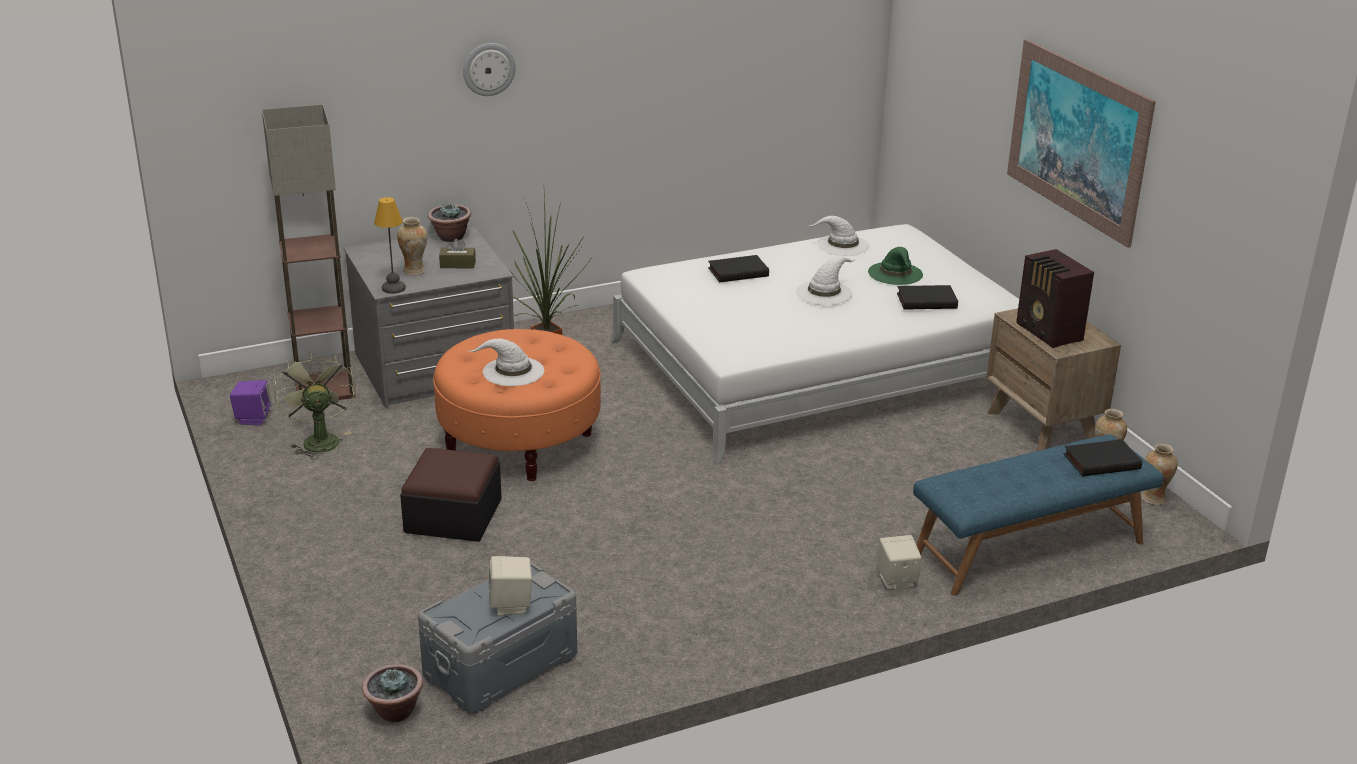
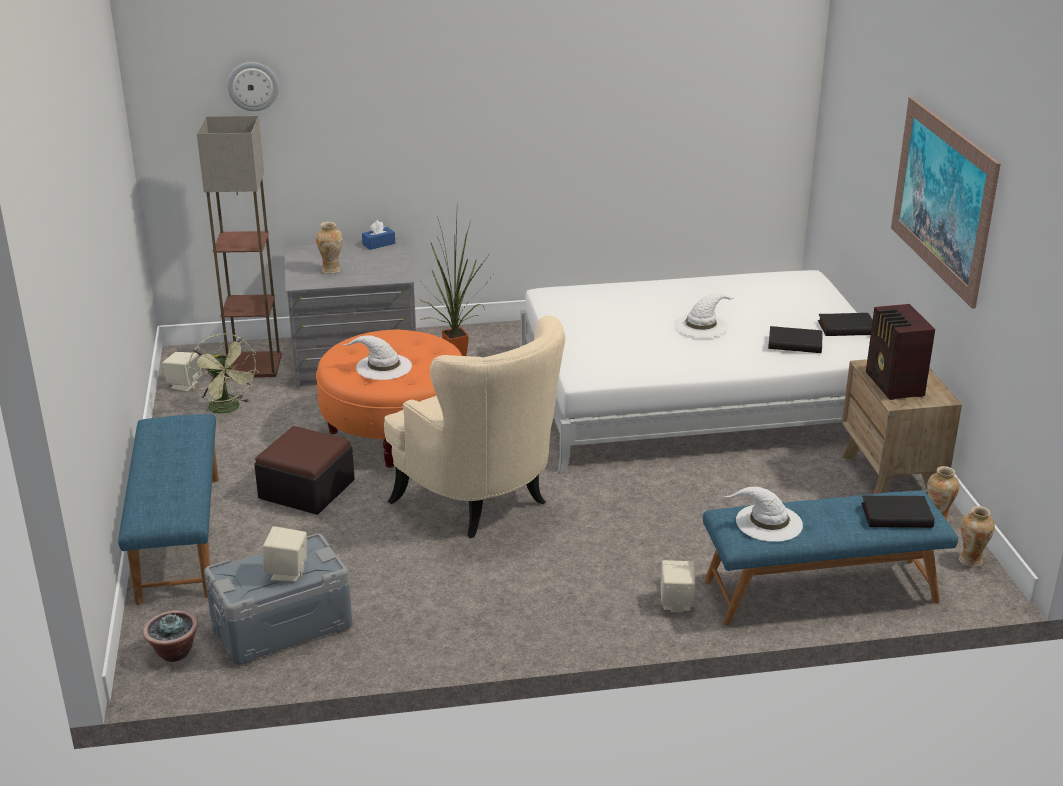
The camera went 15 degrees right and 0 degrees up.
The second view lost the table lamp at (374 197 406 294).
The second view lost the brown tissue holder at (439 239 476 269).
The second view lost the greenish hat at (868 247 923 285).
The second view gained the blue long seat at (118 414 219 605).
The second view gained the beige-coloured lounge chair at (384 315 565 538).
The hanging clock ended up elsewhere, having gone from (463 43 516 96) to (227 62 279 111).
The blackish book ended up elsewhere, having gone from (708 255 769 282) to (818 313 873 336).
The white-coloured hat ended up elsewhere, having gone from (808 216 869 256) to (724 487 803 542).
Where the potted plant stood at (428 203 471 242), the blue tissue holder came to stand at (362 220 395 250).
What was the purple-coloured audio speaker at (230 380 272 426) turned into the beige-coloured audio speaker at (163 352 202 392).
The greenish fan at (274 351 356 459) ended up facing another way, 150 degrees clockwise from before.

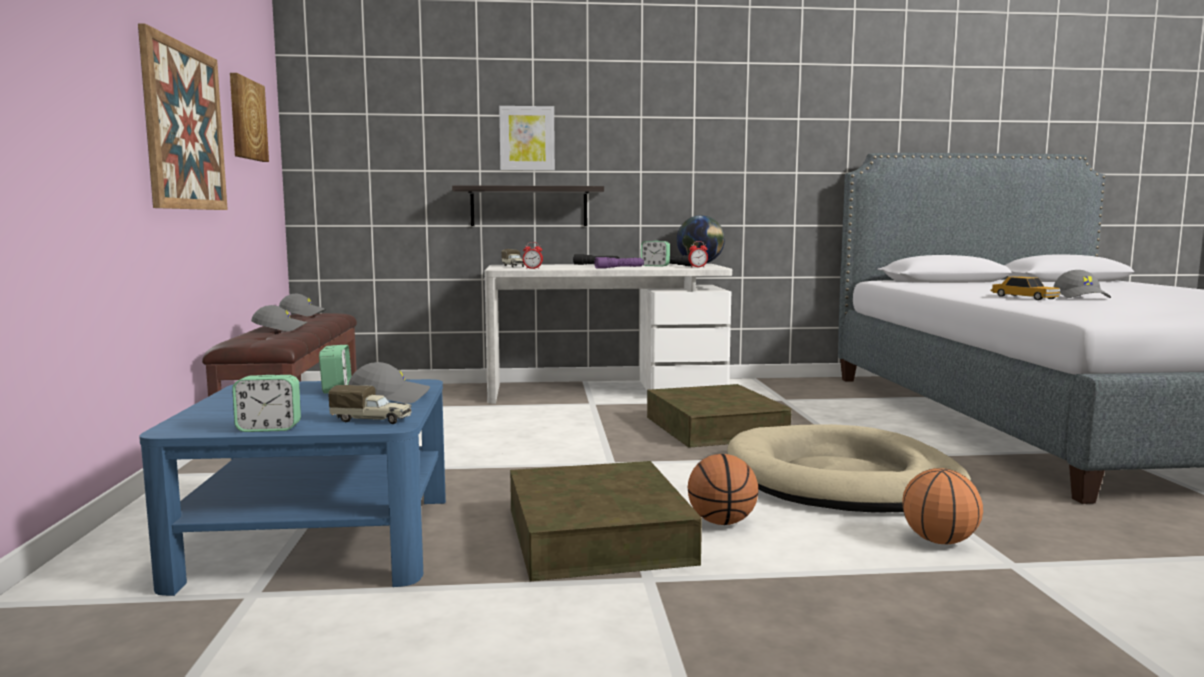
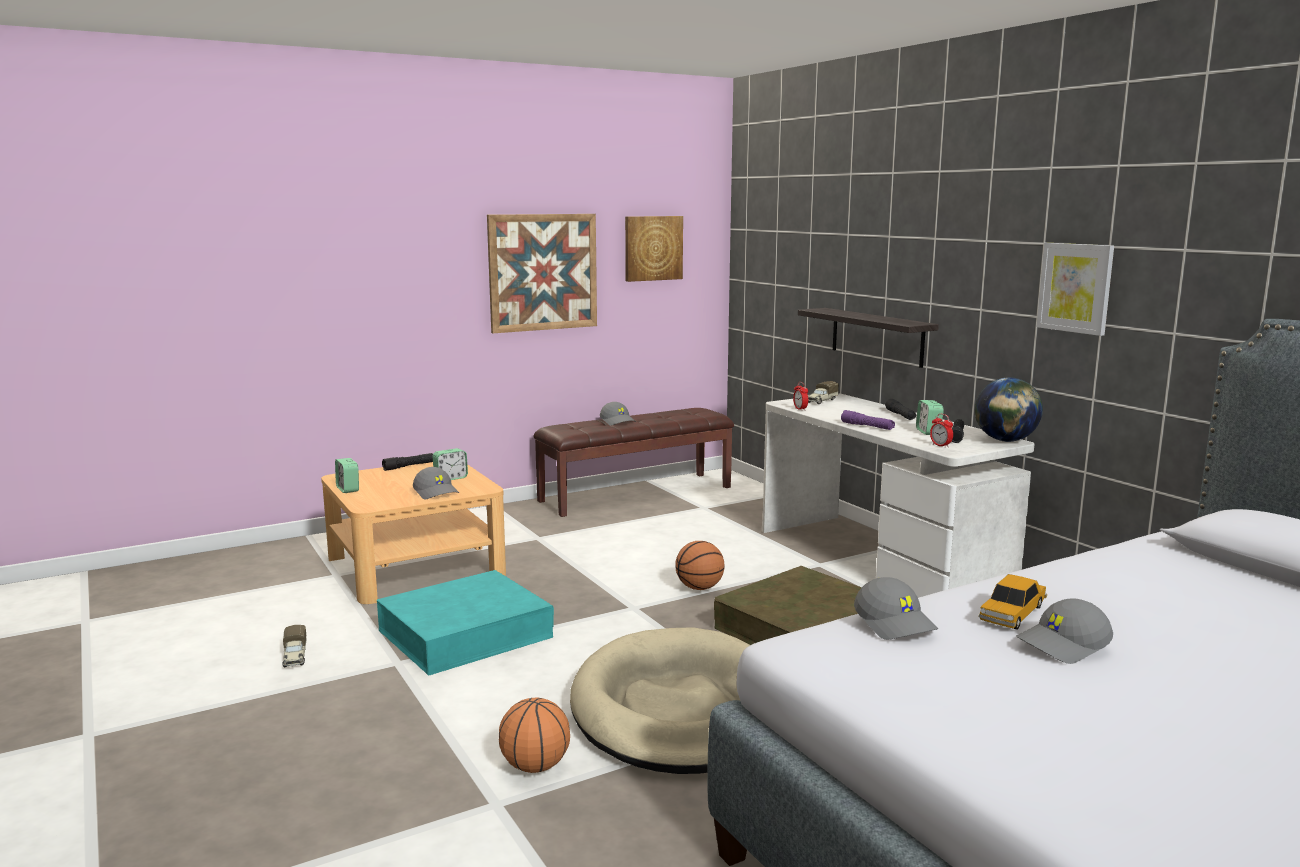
The camera went 65 degrees right and 5 degrees up.
The second view gained the blackish torch at (382 453 433 471).
The gray cap ended up elsewhere, having gone from (279 294 326 316) to (854 577 939 640).
The model truck ended up elsewhere, having gone from (328 385 412 424) to (283 625 307 667).
The wall art ended up elsewhere, having gone from (499 106 555 171) to (1037 243 1114 336).
The basketball ended up elsewhere, having gone from (688 454 759 525) to (675 541 725 590).
What was the blue coffee table at (139 379 446 596) turned into the beige-coloured coffee table at (321 462 506 604).
What was the brown storage box at (510 461 702 581) turned into the blue-green storage box at (377 570 554 675).

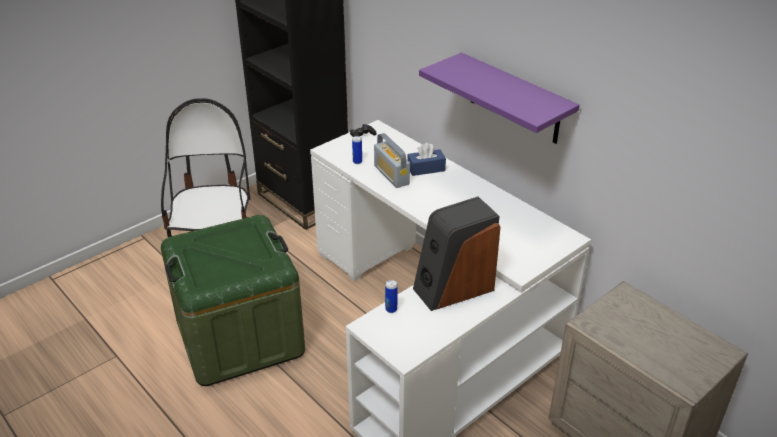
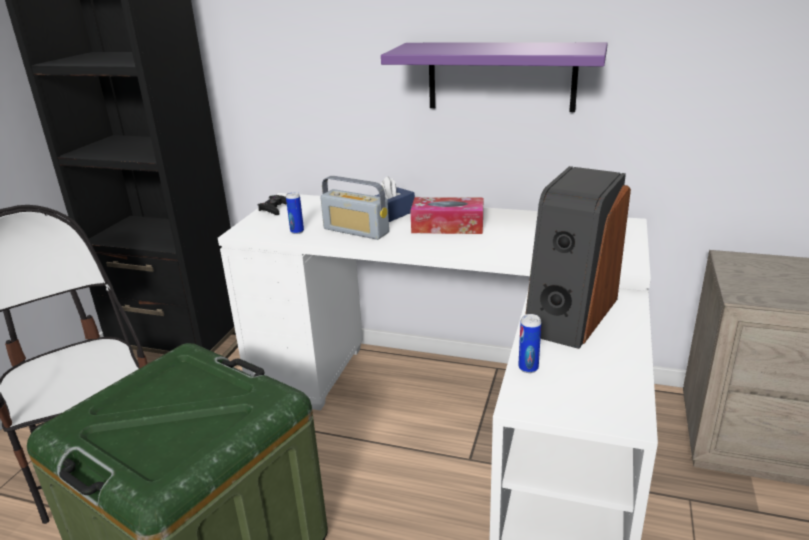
The camera went 30 degrees left and 10 degrees down.
The second view gained the tissue holder at (410 197 483 234).

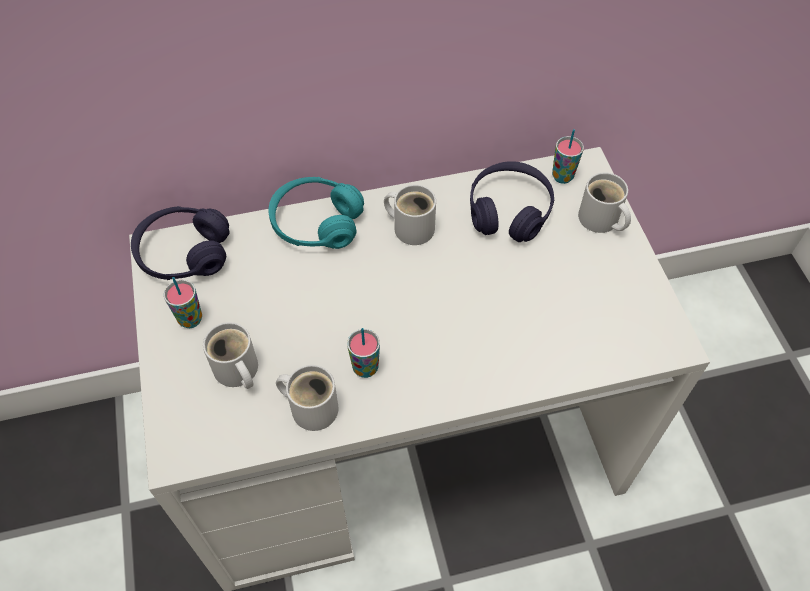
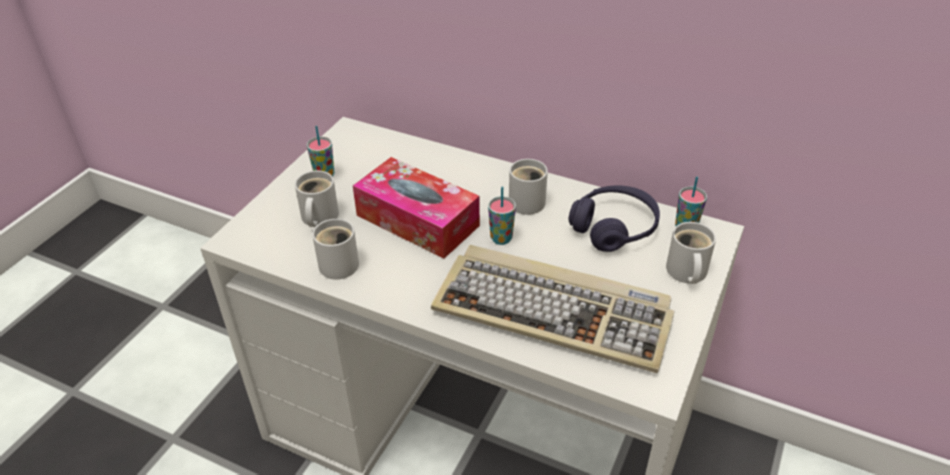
The camera went 40 degrees right and 15 degrees down.
The second view lost the purple-coloured headphones at (131 206 230 280).
The second view lost the blue-green headphones at (269 177 364 249).
The second view gained the tissue holder at (353 157 480 258).
The second view gained the computer keyboard at (431 245 674 373).
The small cup ended up elsewhere, having gone from (347 328 380 378) to (488 186 516 245).

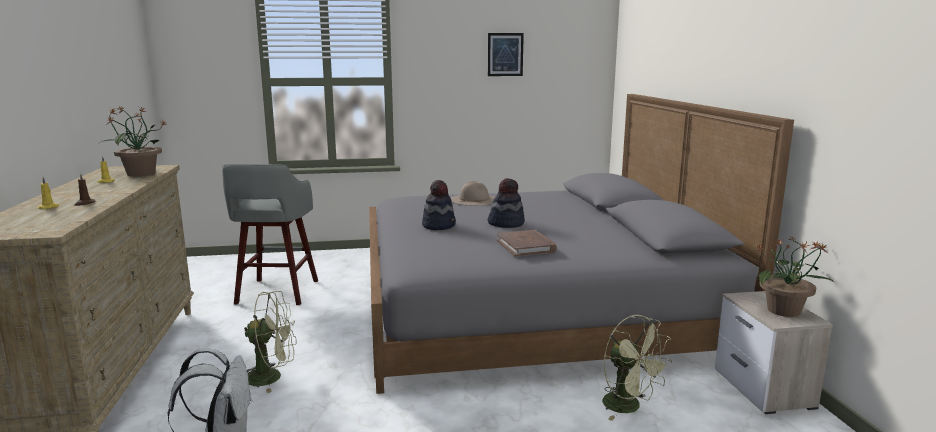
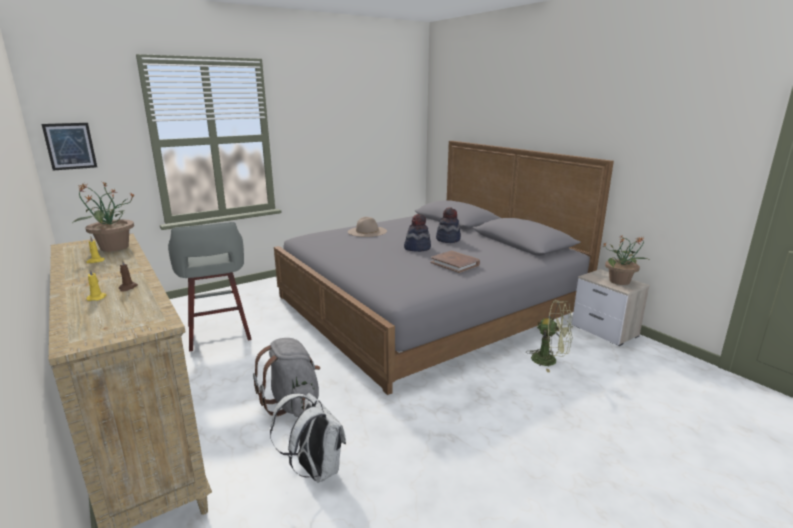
The camera went 25 degrees left and 5 degrees up.
The hat ended up elsewhere, having gone from (422 180 456 230) to (436 207 461 243).
The wall art ended up elsewhere, having gone from (488 33 524 76) to (42 123 97 171).
Where the greenish fan stood at (244 291 297 393), the gray rucksack came to stand at (253 338 320 417).

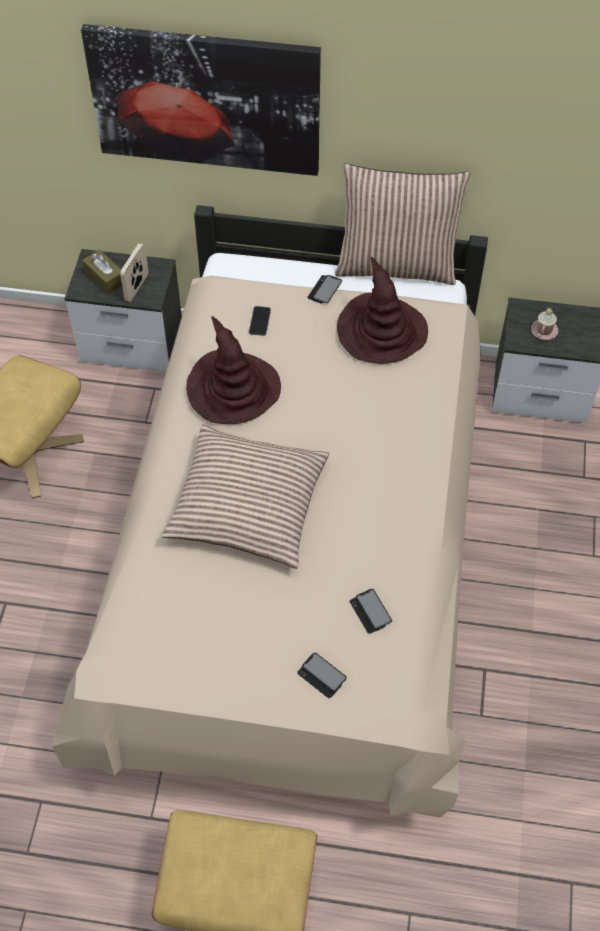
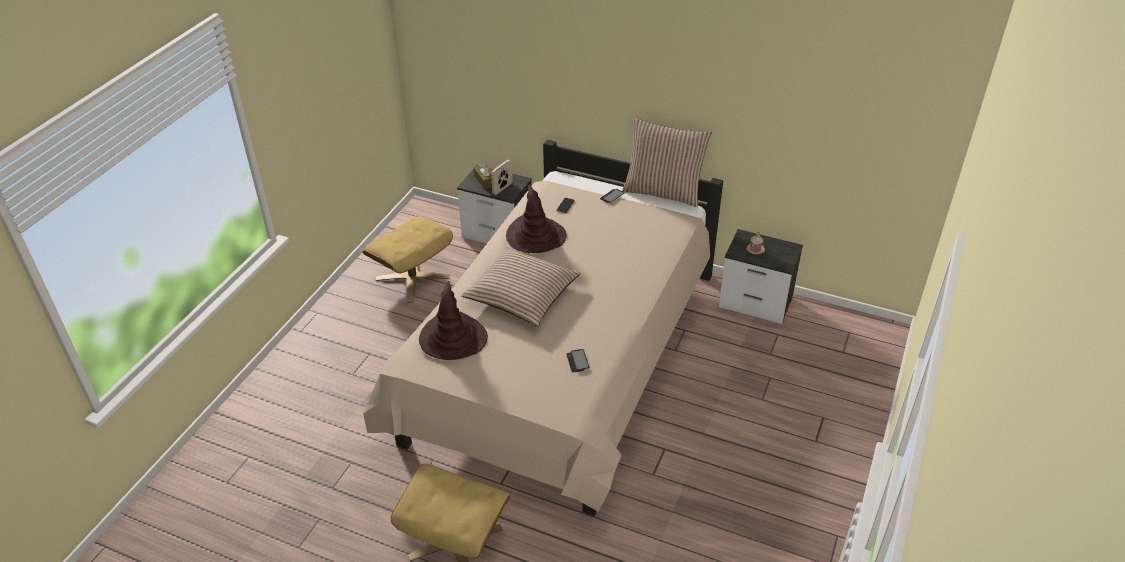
The camera went 15 degrees right and 15 degrees down.
The second view lost the wall art at (81 24 321 176).
The second view lost the phone at (297 652 347 698).
The brown hat ended up elsewhere, having gone from (337 257 428 364) to (419 281 488 360).

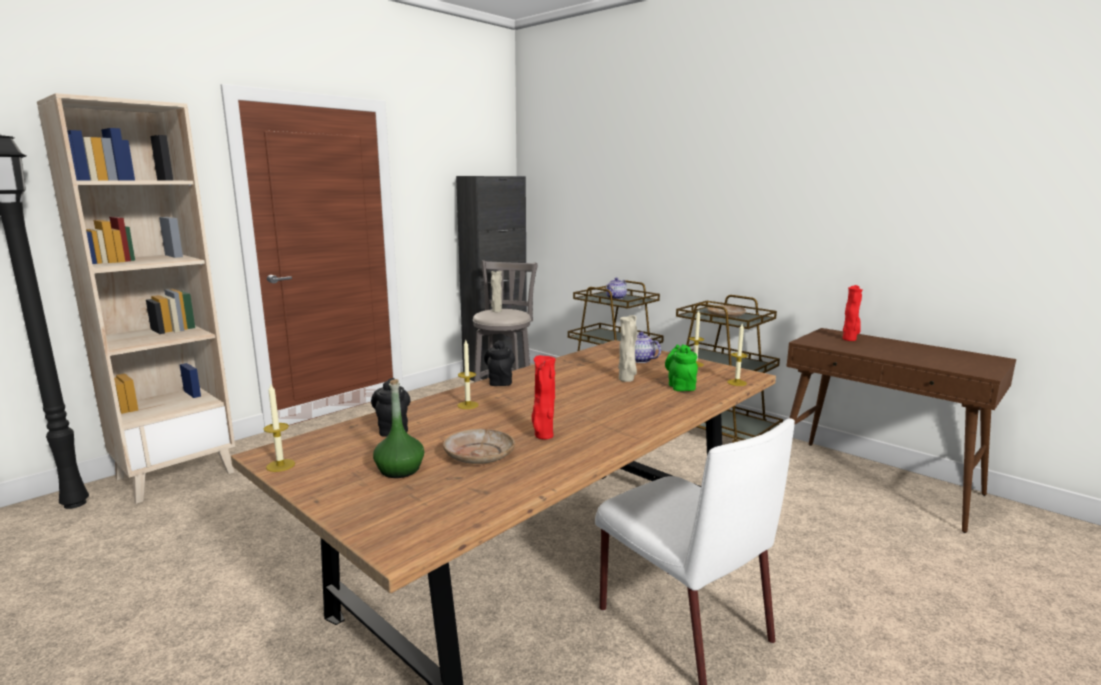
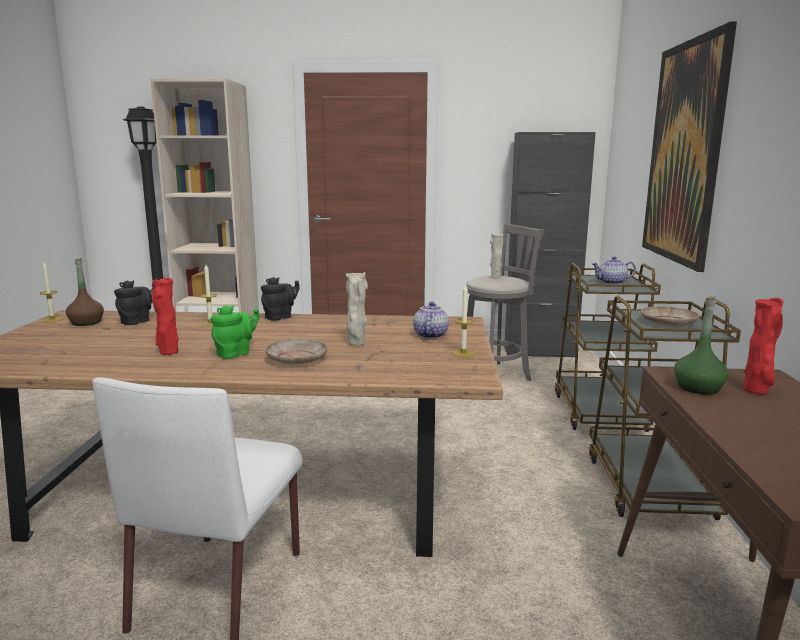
The camera went 50 degrees right and 0 degrees up.
The second view lost the wax light at (727 324 748 386).
The second view gained the brown bottle at (66 258 104 326).
The second view gained the wall art at (642 21 737 272).
The greenish bottle ended up elsewhere, having gone from (373 379 424 478) to (674 297 729 395).
The beige-coloured dinner plate ended up elsewhere, having gone from (443 429 515 464) to (265 339 328 365).
The greenish teapot ended up elsewhere, having gone from (665 344 698 391) to (211 305 259 359).

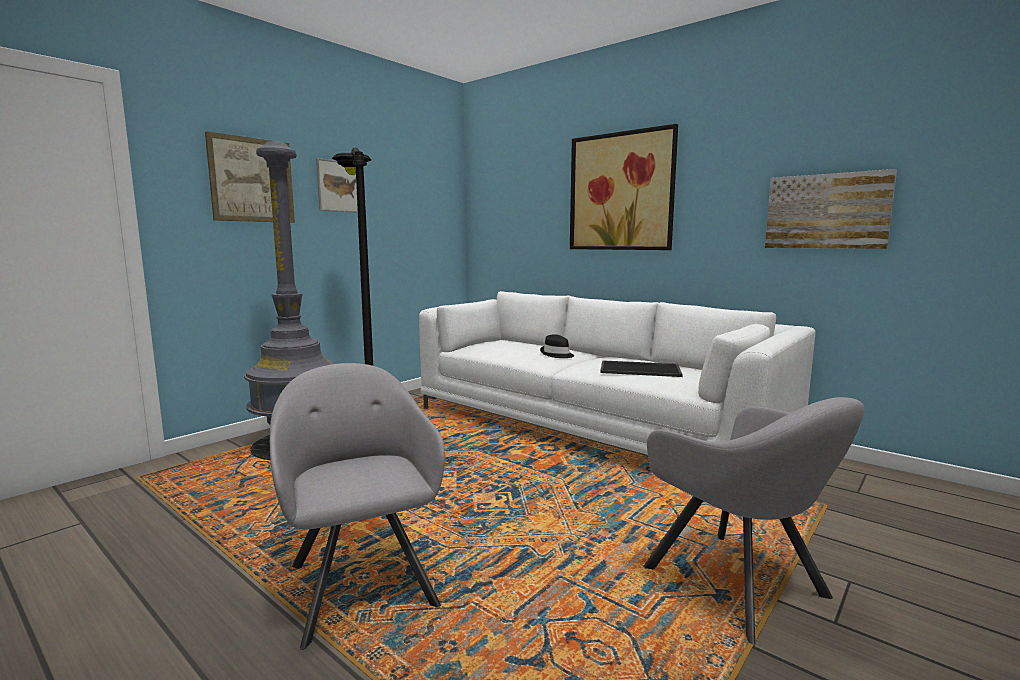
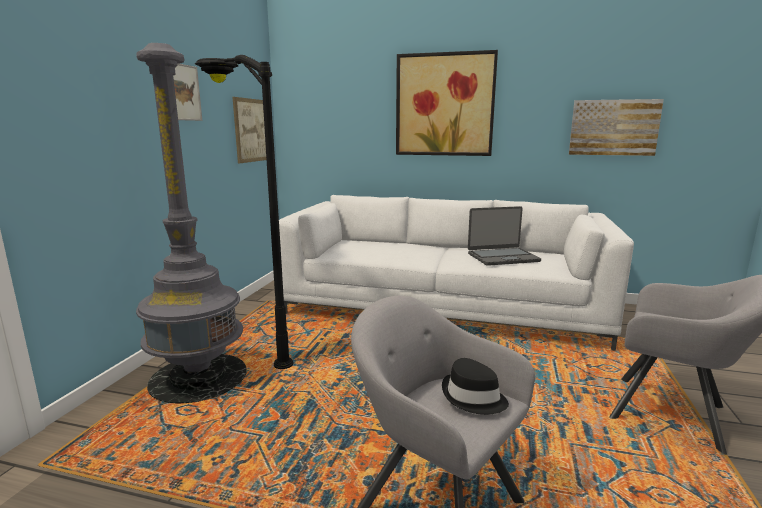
The camera went 25 degrees left and 5 degrees up.
The wall art ended up elsewhere, having gone from (205 131 295 223) to (233 97 266 163).
The blackish hat ended up elsewhere, having gone from (540 334 574 358) to (442 358 509 415).
Where the carrying tray stood at (600 360 683 377), the notebook computer came to stand at (468 206 541 266).

